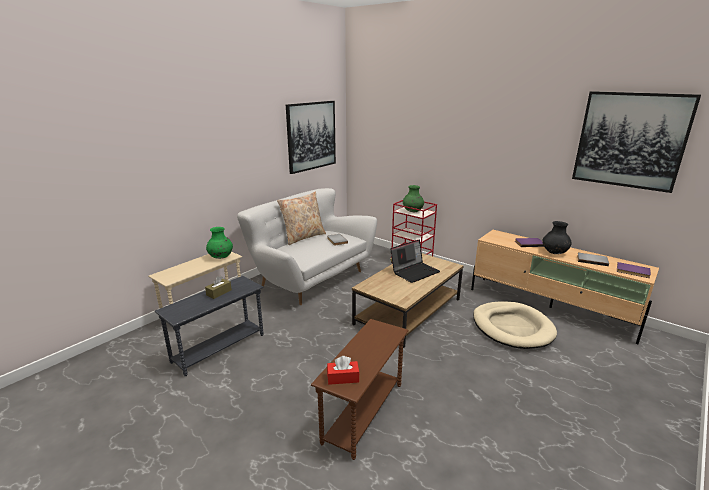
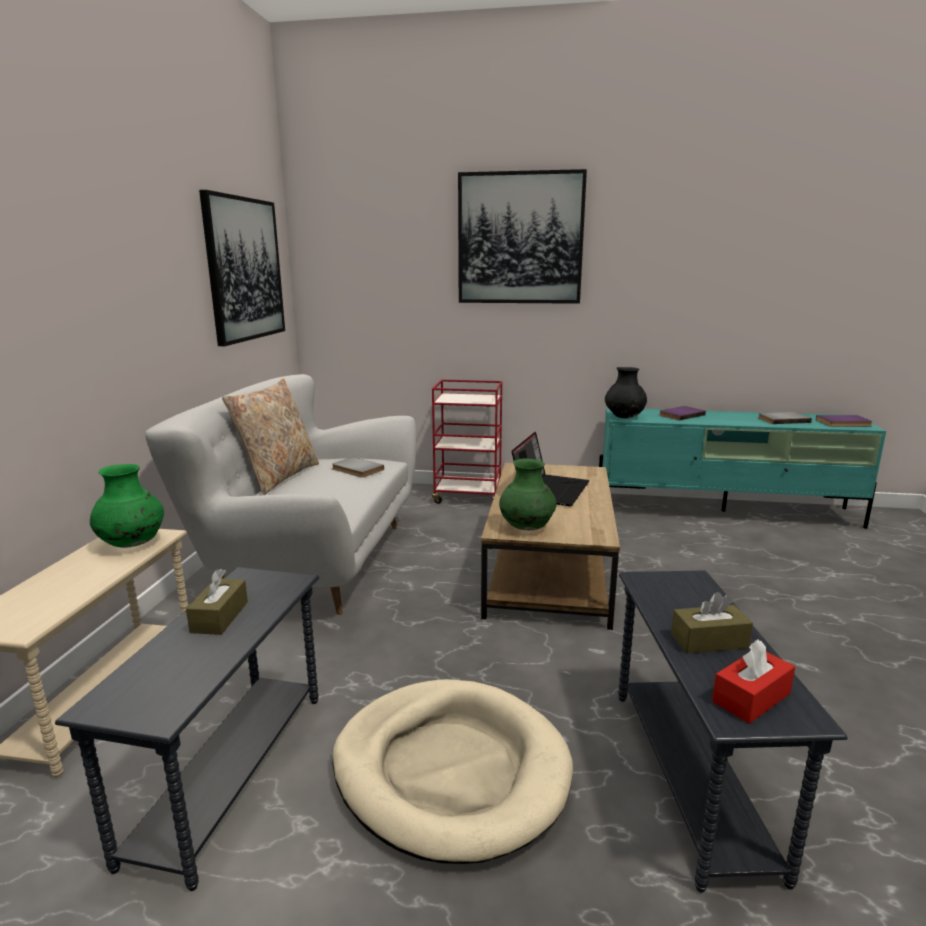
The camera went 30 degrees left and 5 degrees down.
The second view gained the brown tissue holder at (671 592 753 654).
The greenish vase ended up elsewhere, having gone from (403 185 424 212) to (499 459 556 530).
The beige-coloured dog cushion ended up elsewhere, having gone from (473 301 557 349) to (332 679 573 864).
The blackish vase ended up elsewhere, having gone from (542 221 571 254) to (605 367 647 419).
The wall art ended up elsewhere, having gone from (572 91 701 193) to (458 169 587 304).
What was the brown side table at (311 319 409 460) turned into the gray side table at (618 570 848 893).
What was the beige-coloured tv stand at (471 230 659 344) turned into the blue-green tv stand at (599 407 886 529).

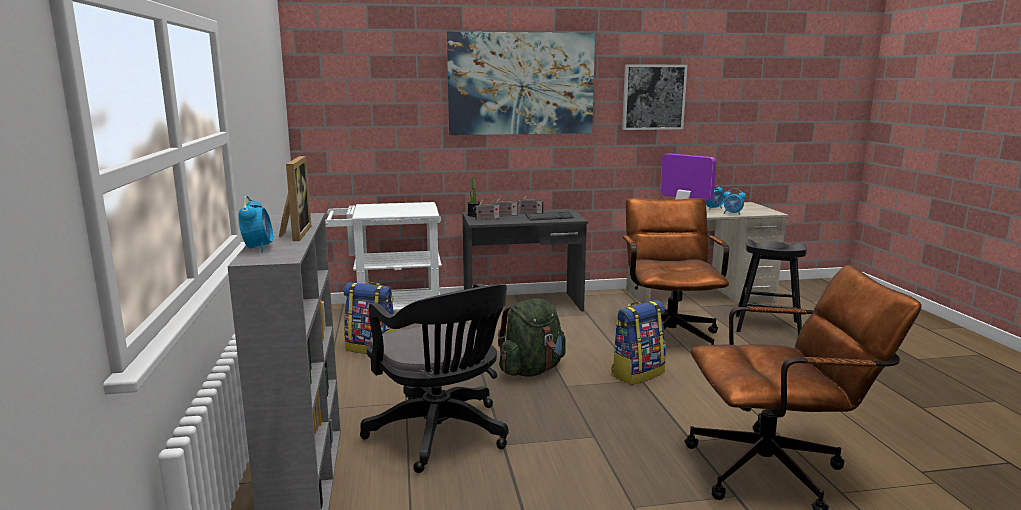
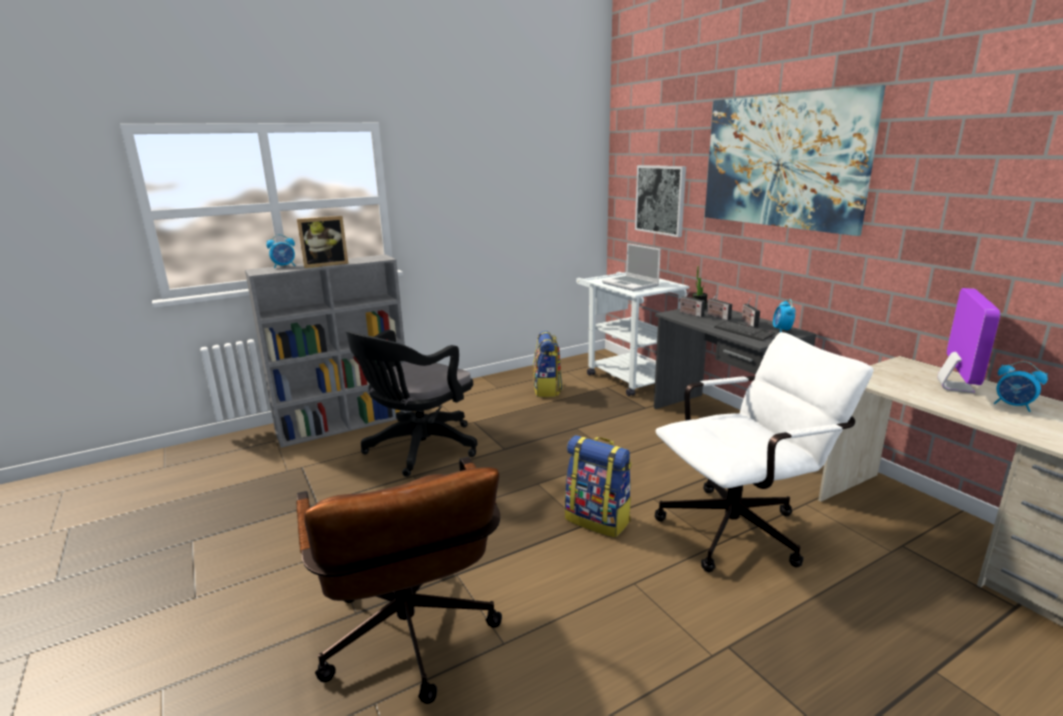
The camera went 70 degrees right and 5 degrees up.
The second view lost the greenish rucksack at (498 298 566 377).
The second view lost the blackish stool seat at (736 239 807 335).
The second view gained the notebook computer at (602 243 661 291).
The wall art ended up elsewhere, having gone from (622 65 687 130) to (635 165 686 237).
The bedside clock ended up elsewhere, having gone from (723 188 746 215) to (773 299 796 332).
What was the brown office chair at (623 198 729 345) turned into the white-coloured office chair at (655 332 873 572).

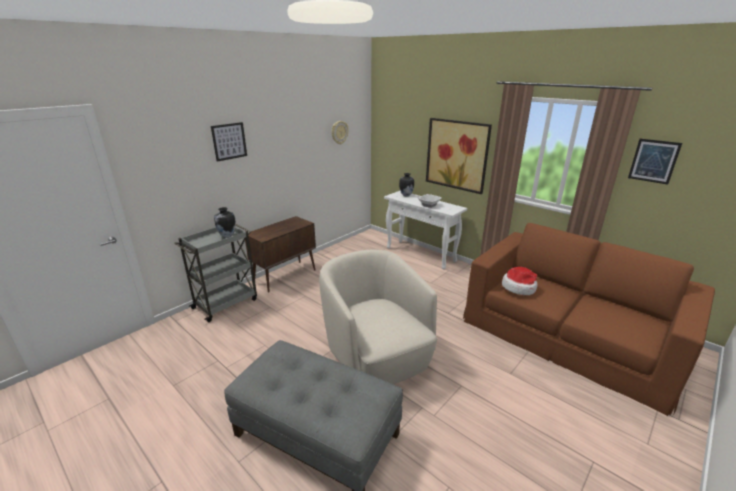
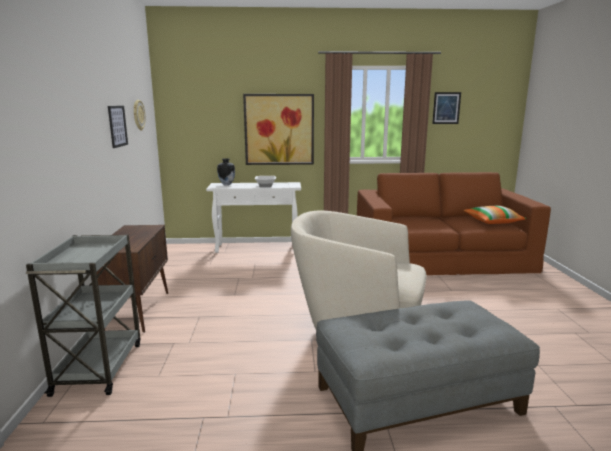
The camera went 45 degrees left and 10 degrees down.
The second view lost the vase at (214 207 236 238).
The second view lost the hat at (502 267 538 295).
The second view gained the cushion at (464 206 526 224).
The wall art ended up elsewhere, having gone from (211 122 247 162) to (108 106 128 148).

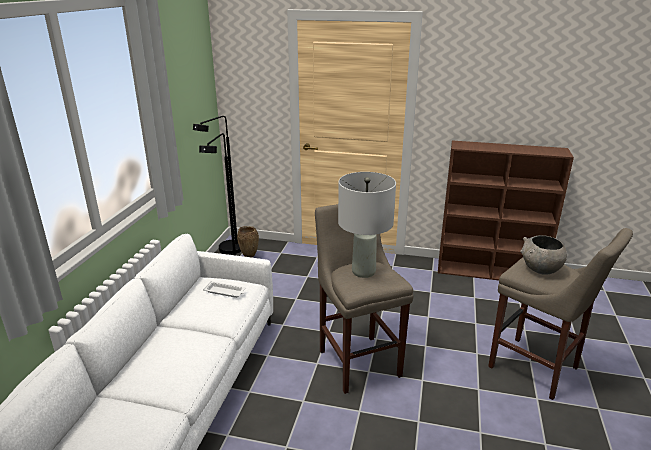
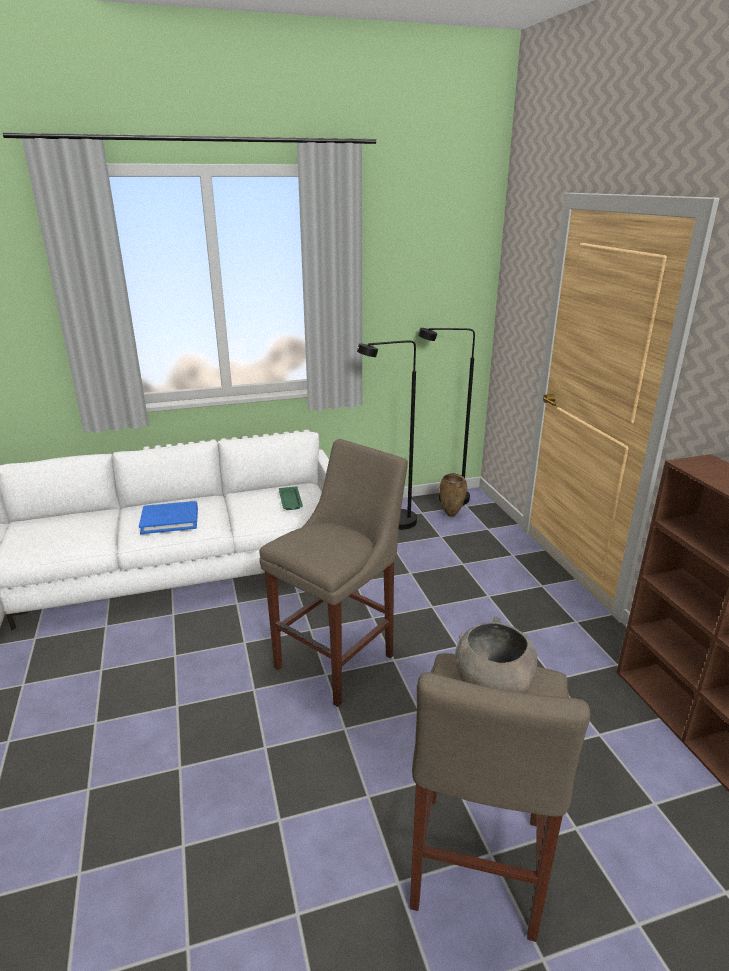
The camera went 60 degrees right and 0 degrees up.
The second view lost the gray table lamp at (338 172 396 278).
The second view gained the blue book at (139 501 198 534).
What was the white-coloured carrying tray at (203 281 245 298) turned into the greenish carrying tray at (279 486 303 510).

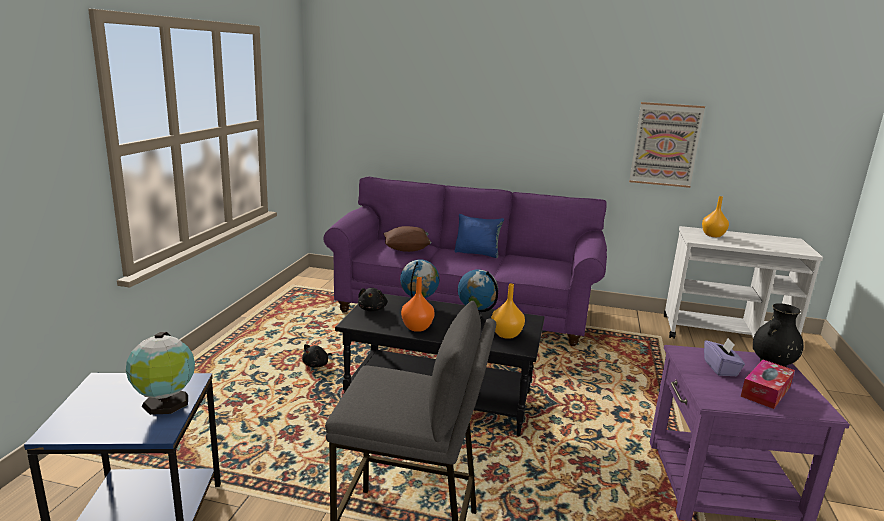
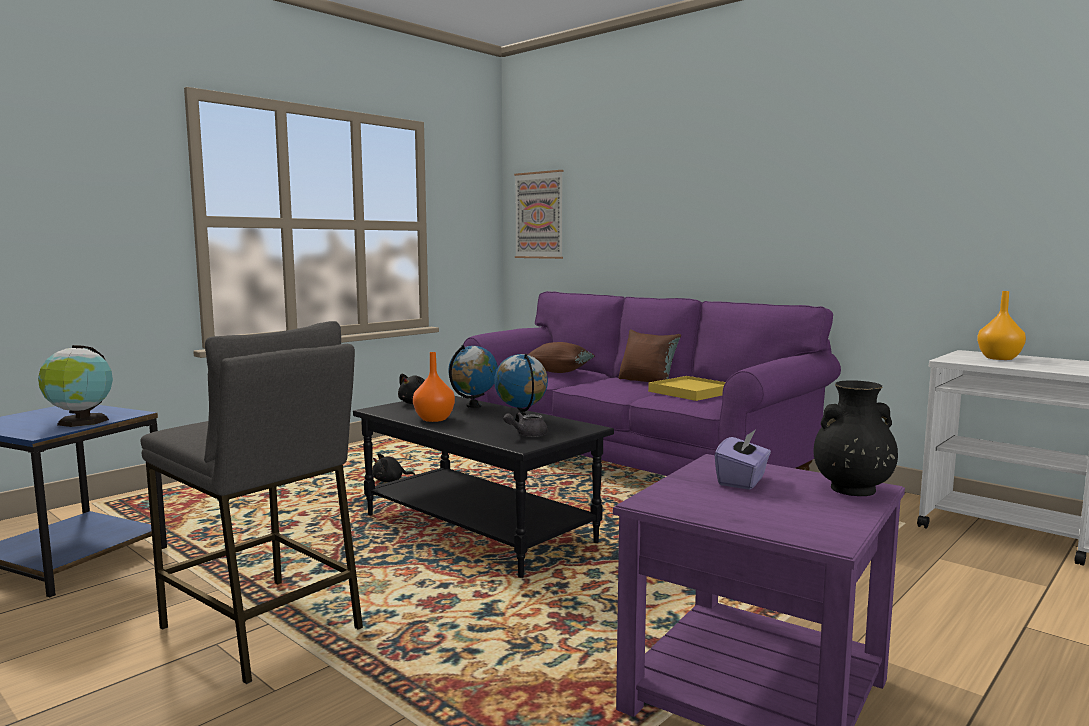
The camera went 30 degrees right and 10 degrees down.
The second view lost the tissue holder at (741 360 795 409).
The second view gained the yellow-coloured carrying tray at (648 376 725 401).
The wall art ended up elsewhere, having gone from (629 102 705 188) to (514 170 563 259).
Where the orangey vase stood at (491 284 525 339), the gray teapot came to stand at (503 413 548 437).
What was the blue cushion at (454 214 504 258) turned into the brown cushion at (618 330 681 382).

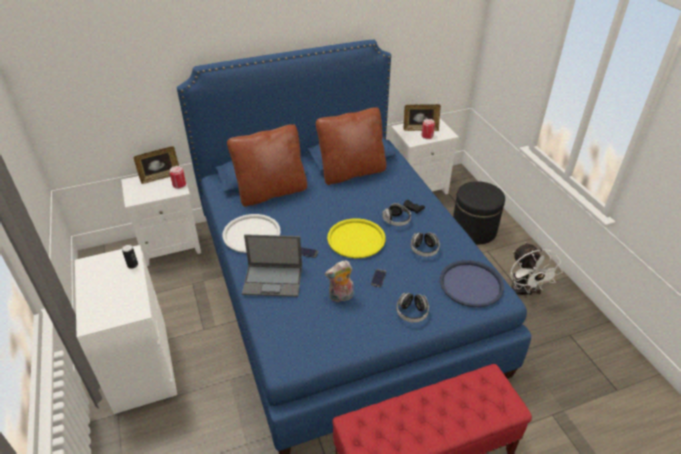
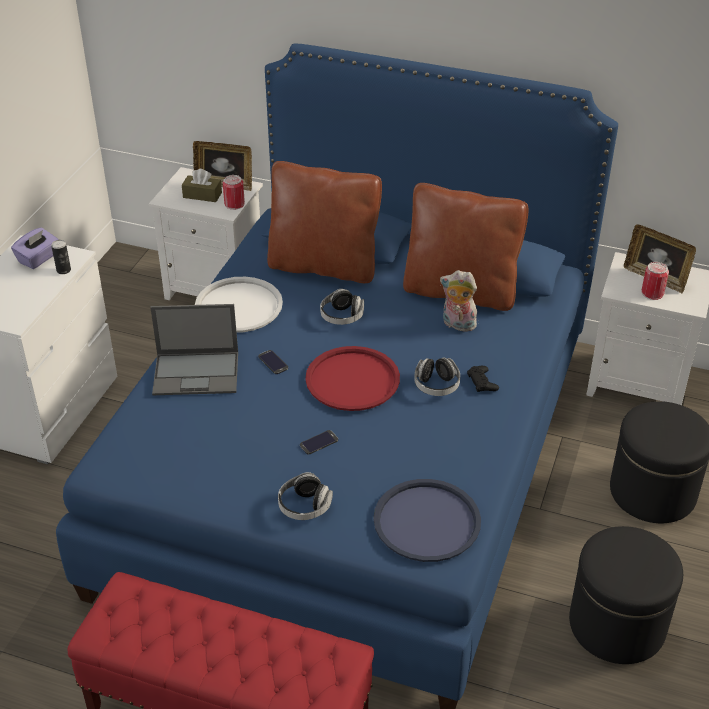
The camera went 40 degrees right and 0 degrees up.
The second view gained the purple-coloured tissue holder at (11 227 59 269).
The second view gained the brown tissue holder at (182 169 222 202).
The plush toy ended up elsewhere, having gone from (325 260 354 303) to (440 270 477 332).
The headphones ended up elsewhere, having gone from (411 232 440 257) to (320 289 364 325).
Where the white-coloured fan stood at (510 242 563 298), the blackish footrest came to stand at (569 526 683 664).
What was the yellow-coloured carrying tray at (327 218 386 258) turned into the red-coloured carrying tray at (305 346 400 411).
The notebook computer at (242 234 302 297) ended up facing another way, 45 degrees counterclockwise from before.

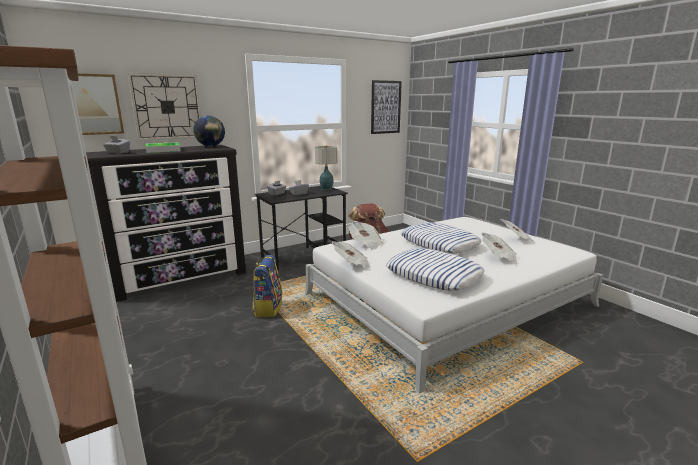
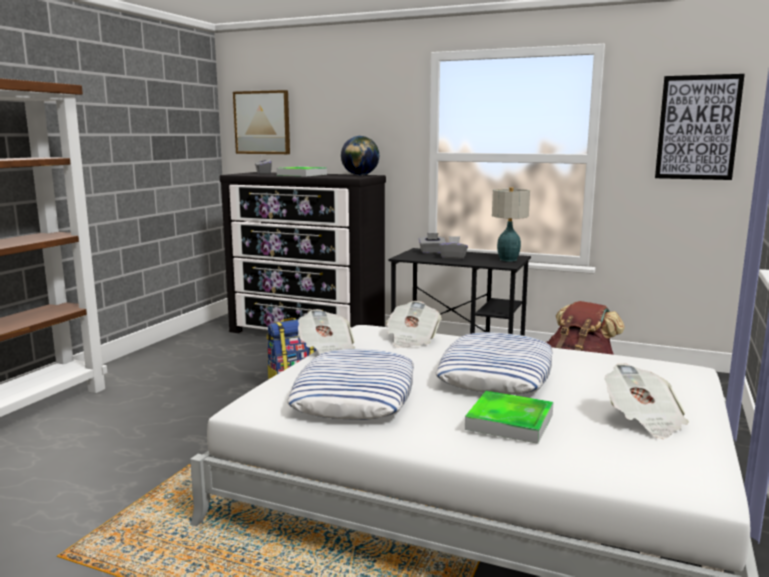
The camera went 55 degrees right and 5 degrees down.
The second view lost the hanging clock at (128 73 201 141).
Where the printed paper stood at (481 232 517 263), the carrying tray came to stand at (465 391 553 444).

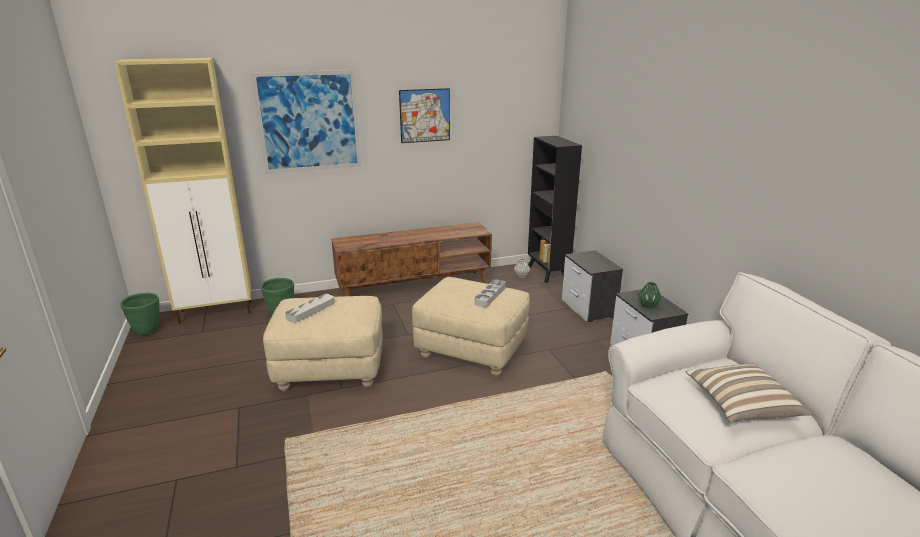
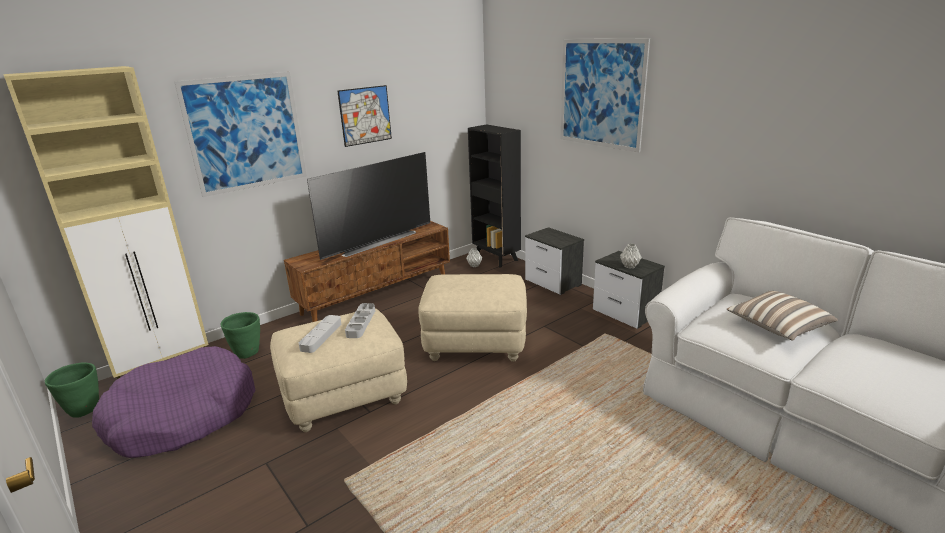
The camera went 20 degrees left and 0 degrees up.
The second view gained the purple-coloured dog cushion at (92 346 256 458).
The second view gained the TV set at (307 152 430 260).
The second view gained the wall art at (561 39 650 152).
The gray carrying tray ended up elsewhere, having gone from (475 279 506 307) to (345 303 375 338).
What was the greenish vase at (638 282 662 309) turned into the gray vase at (620 244 642 269).

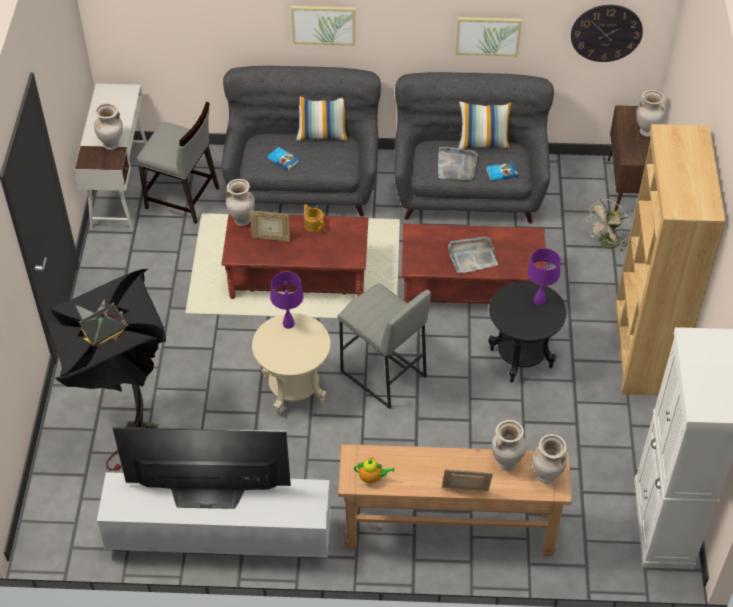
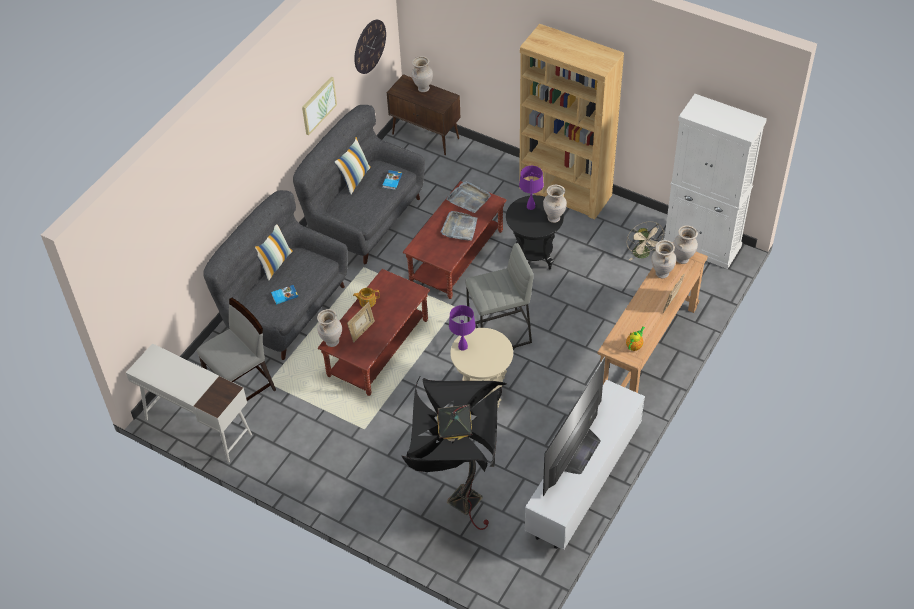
The camera went 60 degrees left and 0 degrees up.
The second view lost the wall art at (291 6 355 45).
The beige-coloured vase ended up elsewhere, having gone from (94 103 123 150) to (543 185 567 223).
The gray carrying tray ended up elsewhere, having gone from (438 147 478 181) to (446 181 491 213).
The beige-coloured fan ended up elsewhere, having gone from (586 199 630 252) to (627 221 664 261).

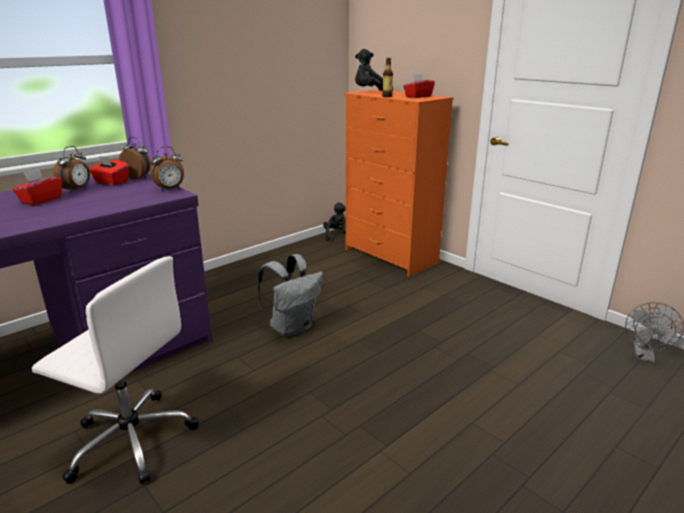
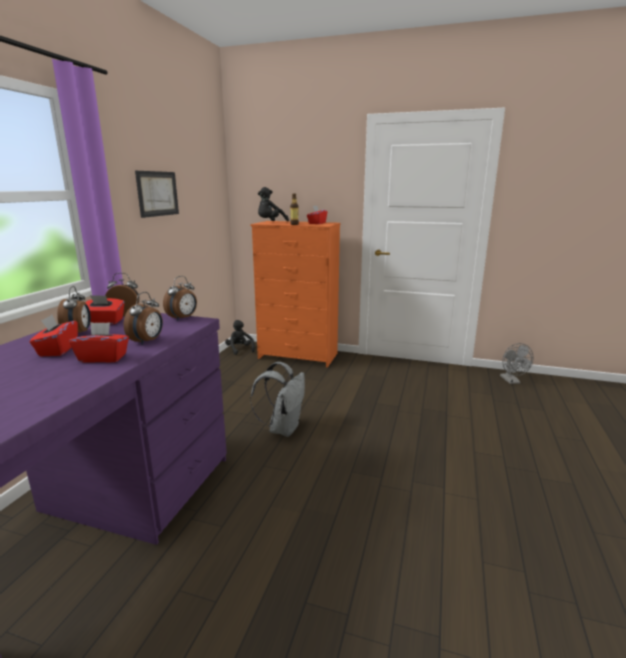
The camera went 30 degrees left and 5 degrees down.
The second view lost the white-coloured office chair at (32 256 199 485).
The second view gained the red-coloured tissue holder at (69 322 129 363).
The second view gained the bedside clock at (124 292 163 345).
The second view gained the wall art at (135 171 179 218).

